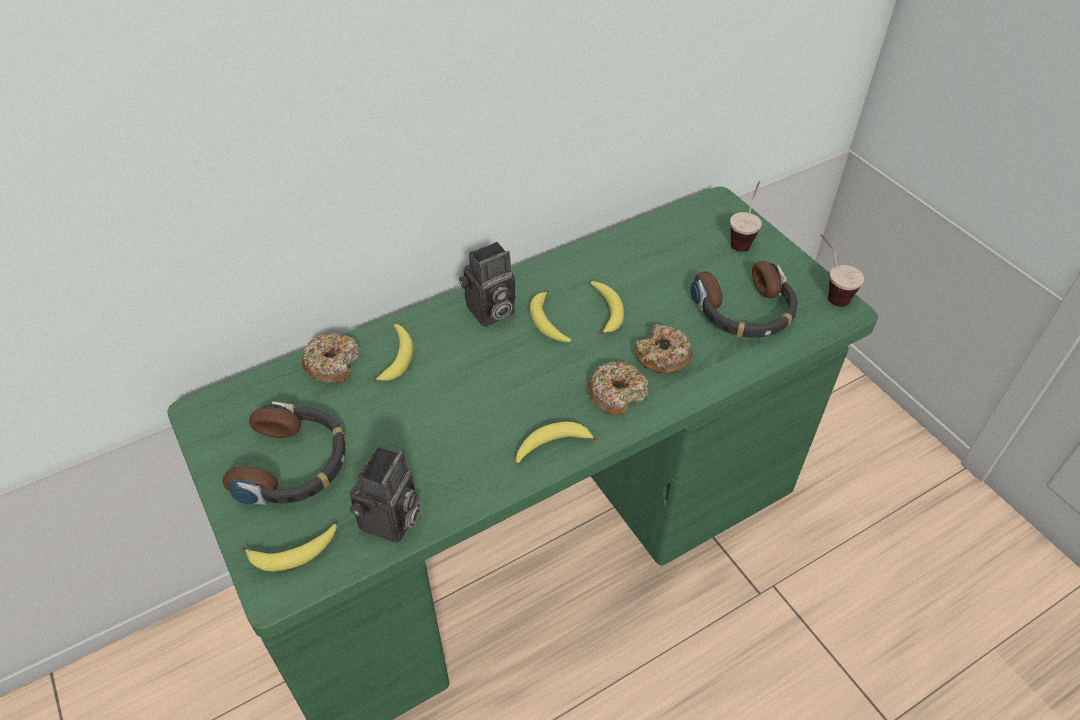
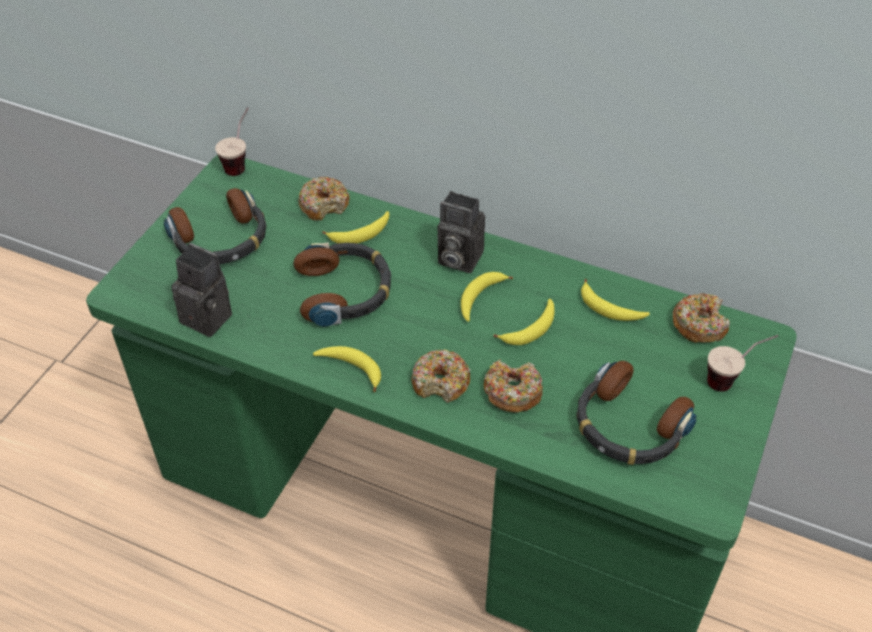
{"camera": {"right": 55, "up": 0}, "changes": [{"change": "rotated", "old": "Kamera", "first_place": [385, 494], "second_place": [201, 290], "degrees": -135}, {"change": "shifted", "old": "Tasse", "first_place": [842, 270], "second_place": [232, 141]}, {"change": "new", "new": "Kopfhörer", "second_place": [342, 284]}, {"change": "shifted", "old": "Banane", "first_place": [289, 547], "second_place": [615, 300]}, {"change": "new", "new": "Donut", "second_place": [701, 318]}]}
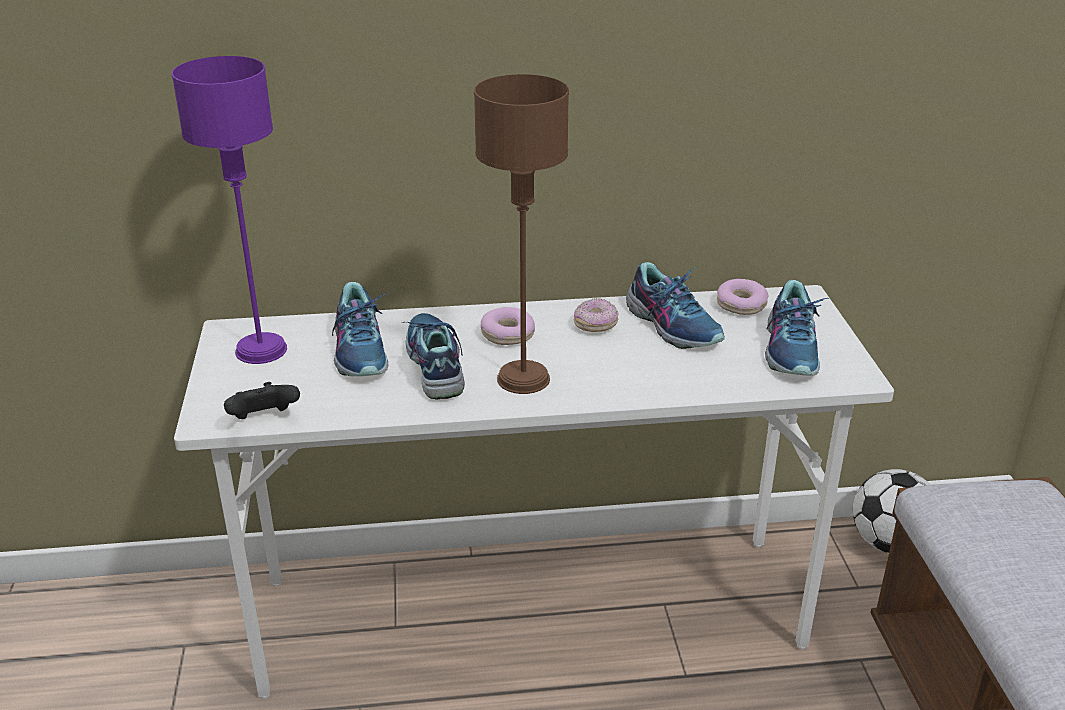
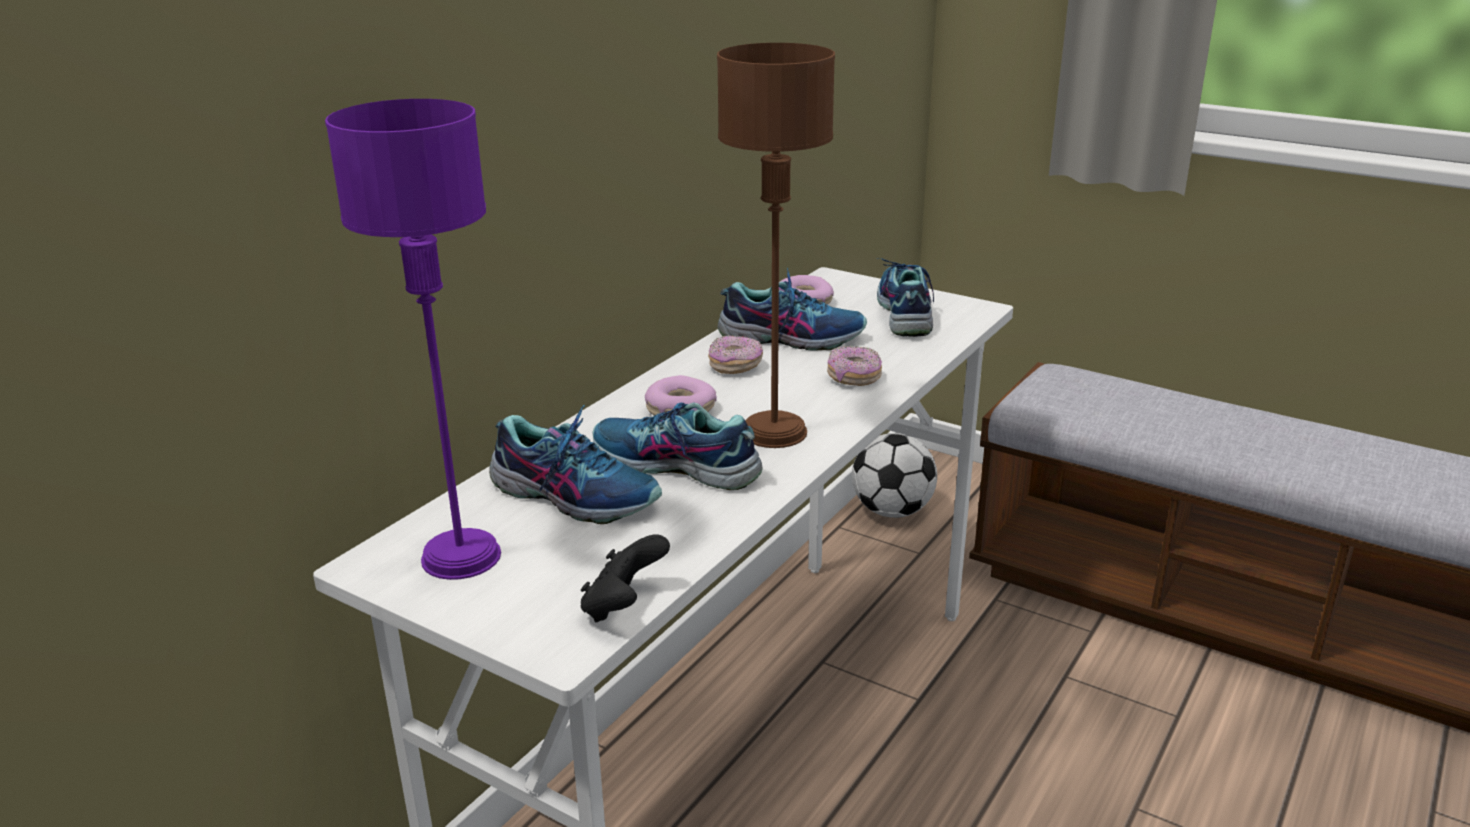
{"camera": {"right": -50, "up": -5}, "changes": [{"change": "new", "new": "Donut", "second_place": [854, 366]}, {"change": "rotated", "old": "Schuh", "first_place": [797, 328], "second_place": [905, 297], "degrees": -135}]}
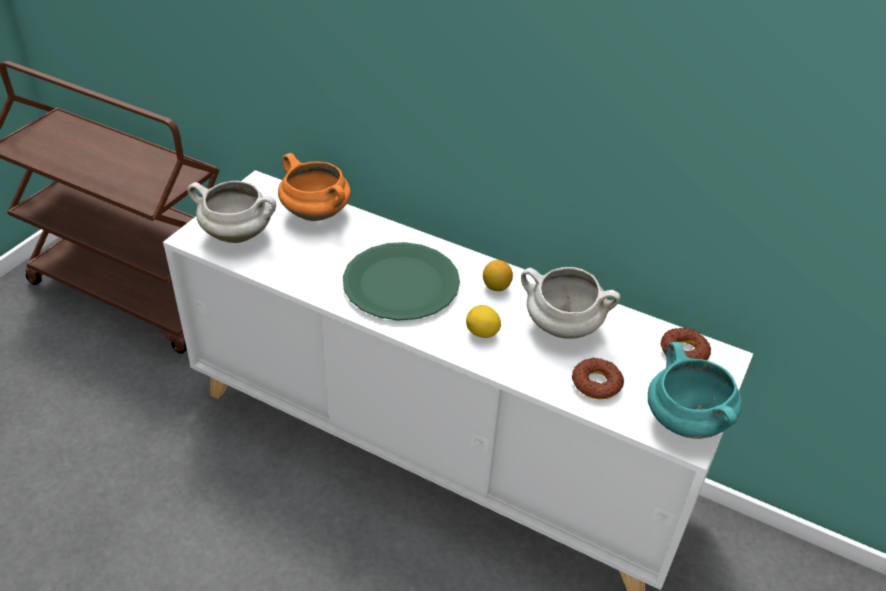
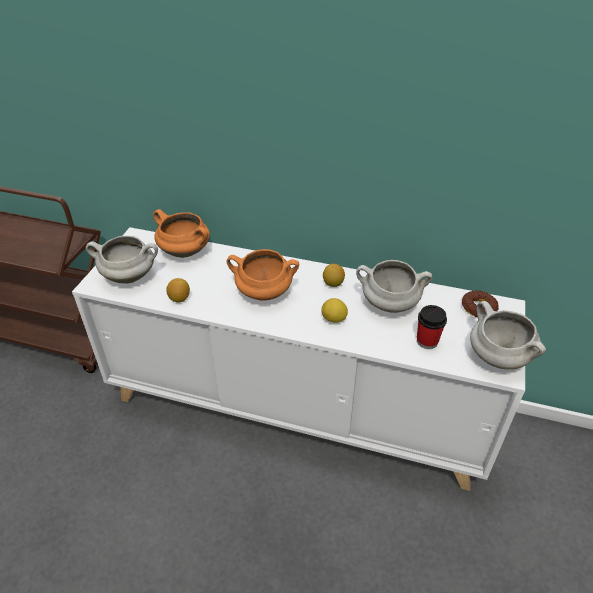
{"camera": {"right": -10, "up": 0}, "changes": [{"change": "new", "new": "Zitrone", "second_place": [178, 290]}, {"change": "swapped", "old": "Teller (grün)", "new": "Kochtopf (orange)", "first_place": [401, 281], "second_place": [263, 275]}, {"change": "swapped", "old": "Donut", "new": "Tasse", "first_place": [598, 378], "second_place": [432, 327]}, {"change": "repainted", "old": "Kochtopf (türkis)", "new": "Kochtopf (weiß)", "first_place": [695, 390], "second_place": [508, 335]}]}
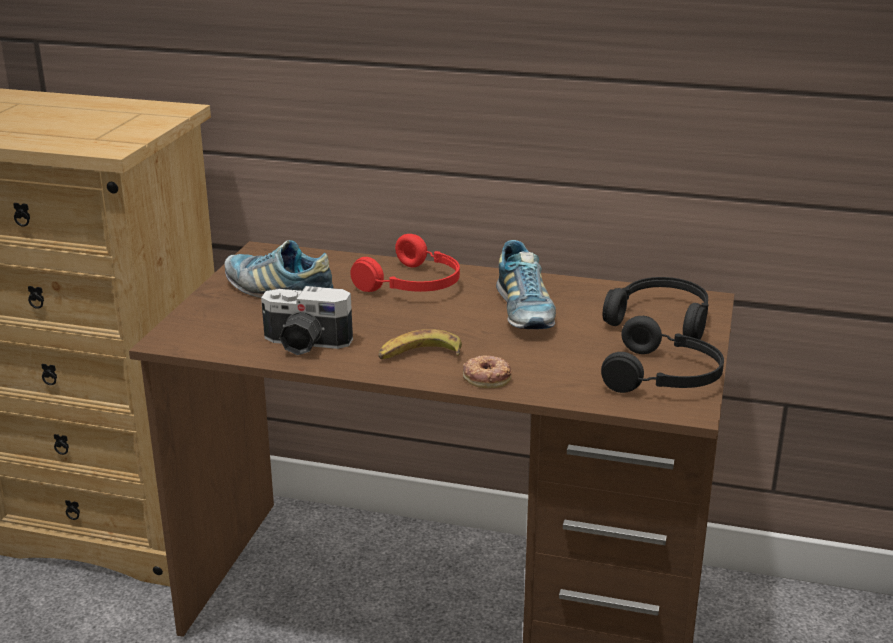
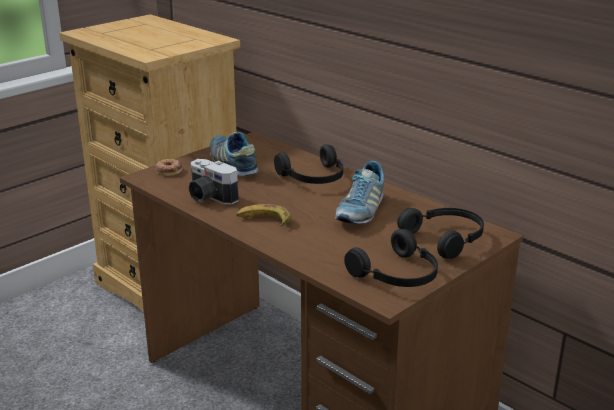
{"camera": {"right": 30, "up": 0}, "changes": [{"change": "shifted", "old": "Donut", "first_place": [487, 372], "second_place": [169, 167]}, {"change": "repainted", "old": "Kopfhörer (rot)", "new": "Kopfhörer (schwarz)", "first_place": [405, 263], "second_place": [308, 164]}]}
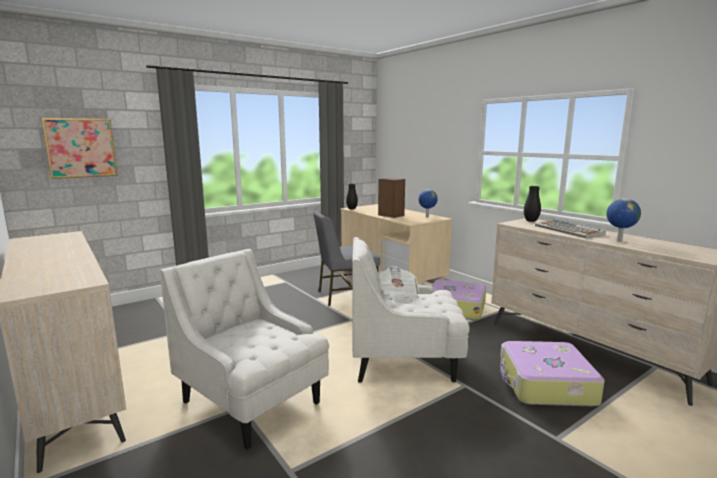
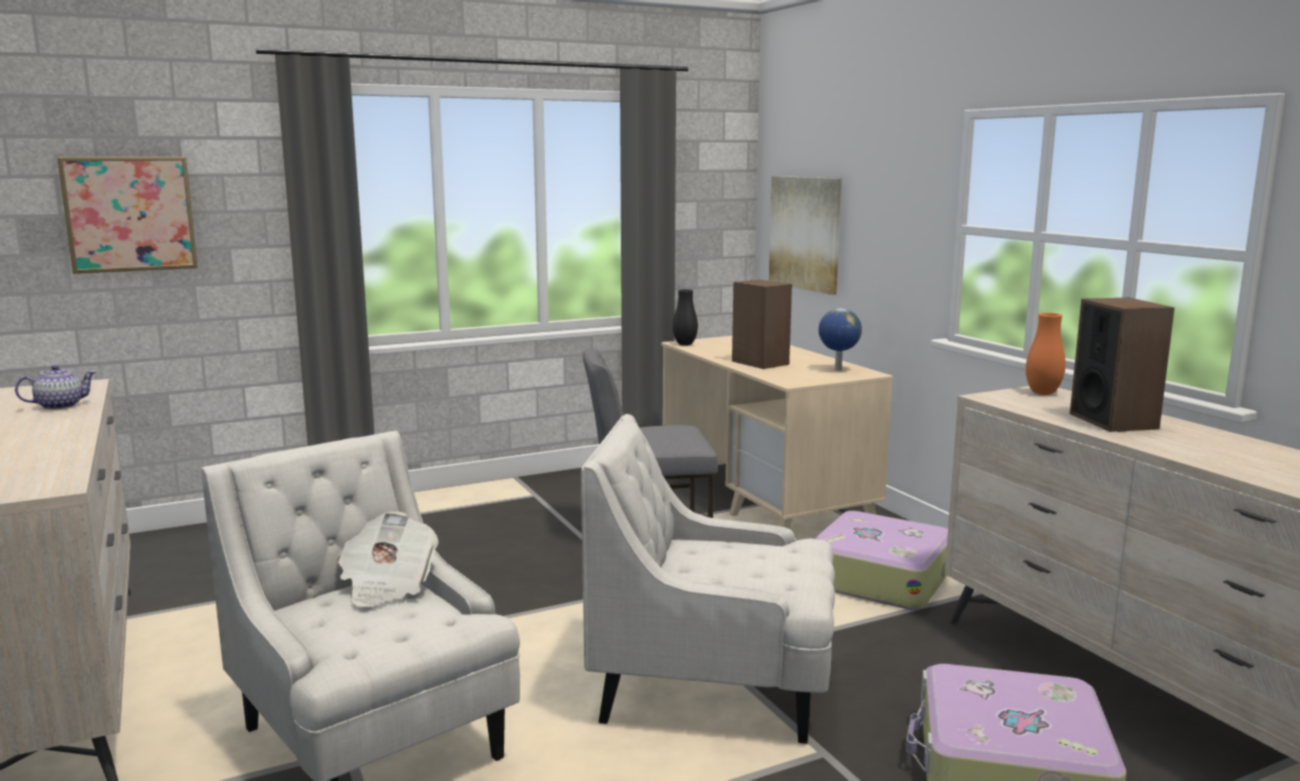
{"camera": {"right": 10, "up": 0}, "changes": [{"change": "new", "new": "Teekanne", "second_place": [55, 387]}, {"change": "shifted", "old": "Zeitung", "first_place": [399, 285], "second_place": [388, 559]}, {"change": "new", "new": "Bild", "second_place": [805, 235]}, {"change": "repainted", "old": "Vase (schwarz)", "new": "Vase (orange)", "first_place": [532, 204], "second_place": [1046, 354]}, {"change": "swapped", "old": "Tastatur", "new": "Lautsprecher", "first_place": [570, 229], "second_place": [1122, 365]}, {"change": "gone", "old": "Globus", "first_place": [623, 220]}]}
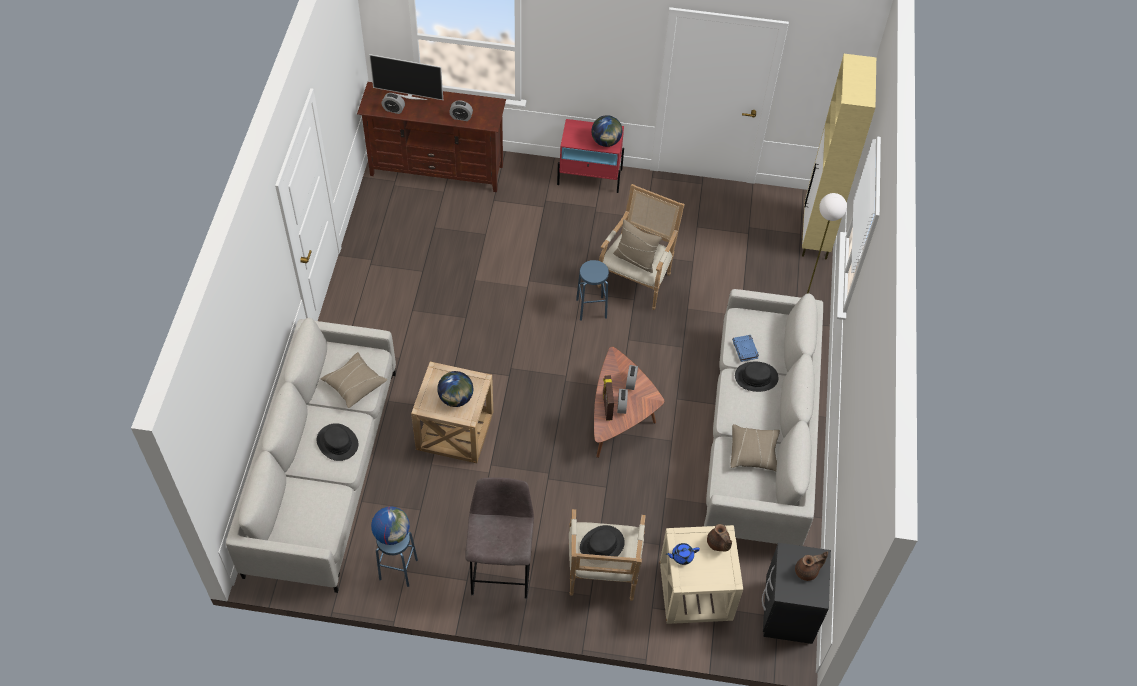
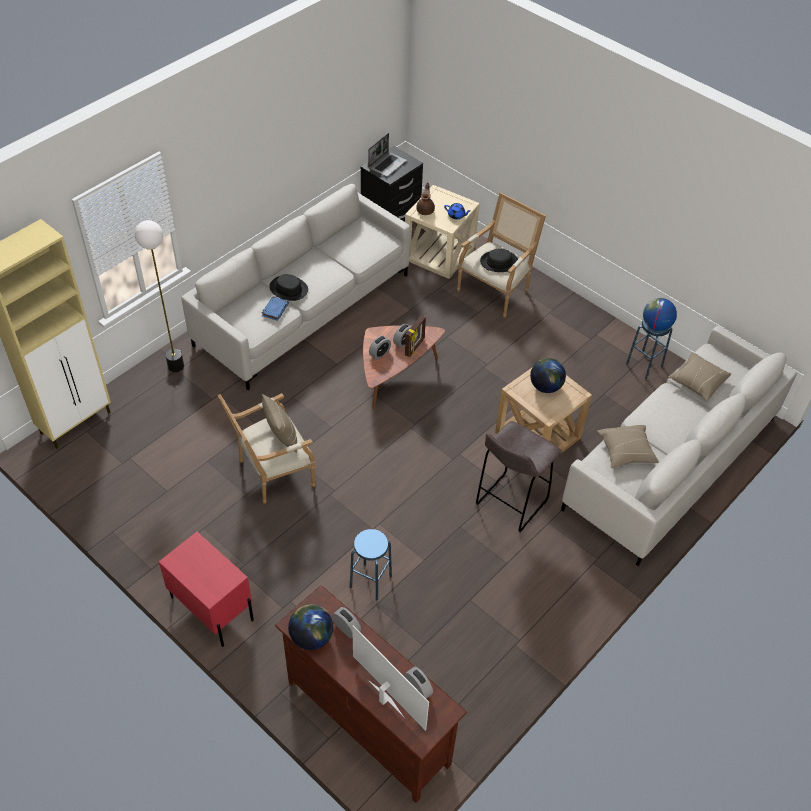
{"camera": {"right": -145, "up": -5}, "changes": [{"change": "shifted", "old": "Globus", "first_place": [606, 131], "second_place": [310, 627]}, {"change": "shifted", "old": "Hocker (blau)", "first_place": [592, 290], "second_place": [371, 565]}, {"change": "swapped", "old": "Teekanne (braun)", "new": "Laptop", "first_place": [811, 566], "second_place": [387, 155]}, {"change": "shifted", "old": "Hocker (grau)", "first_place": [499, 538], "second_place": [518, 477]}, {"change": "shifted", "old": "Kissen (beige)", "first_place": [755, 447], "second_place": [700, 376]}, {"change": "gone", "old": "Hut (schwarz)", "first_place": [337, 442]}]}
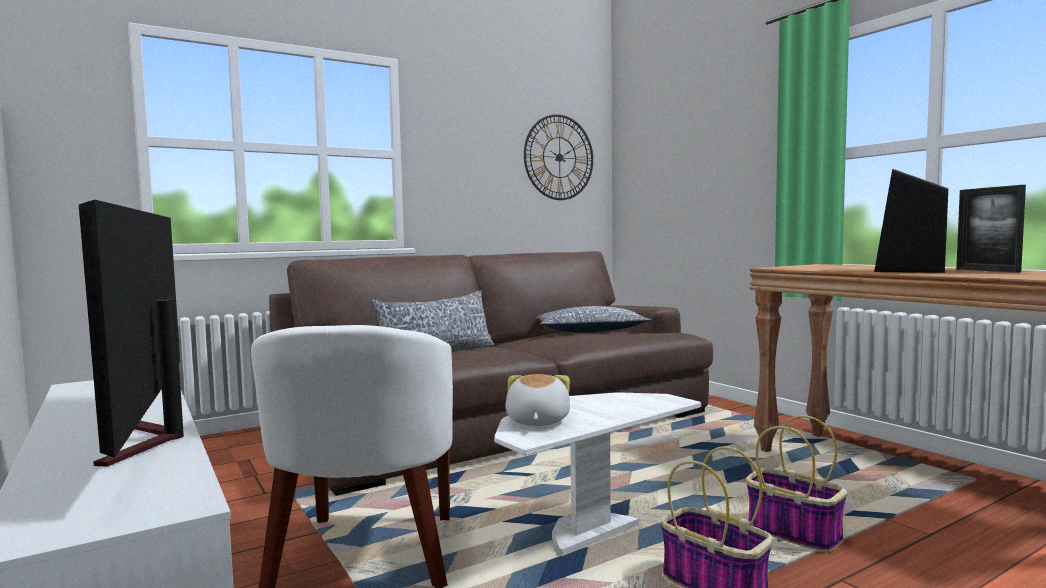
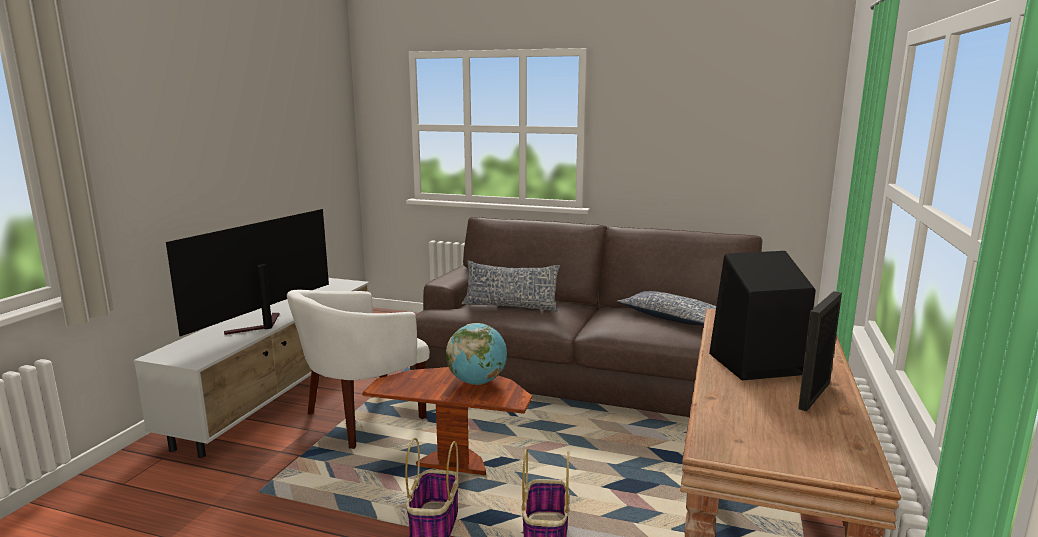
{"camera": {"right": 50, "up": 10}, "changes": [{"change": "repainted", "old": "Beistelltisch (weiß)", "new": "Beistelltisch (braun)", "first_place": [597, 474], "second_place": [447, 421]}, {"change": "new", "new": "Globus", "second_place": [476, 354]}, {"change": "gone", "old": "Plüschtier", "first_place": [537, 400]}, {"change": "gone", "old": "Wanduhr", "first_place": [558, 157]}]}
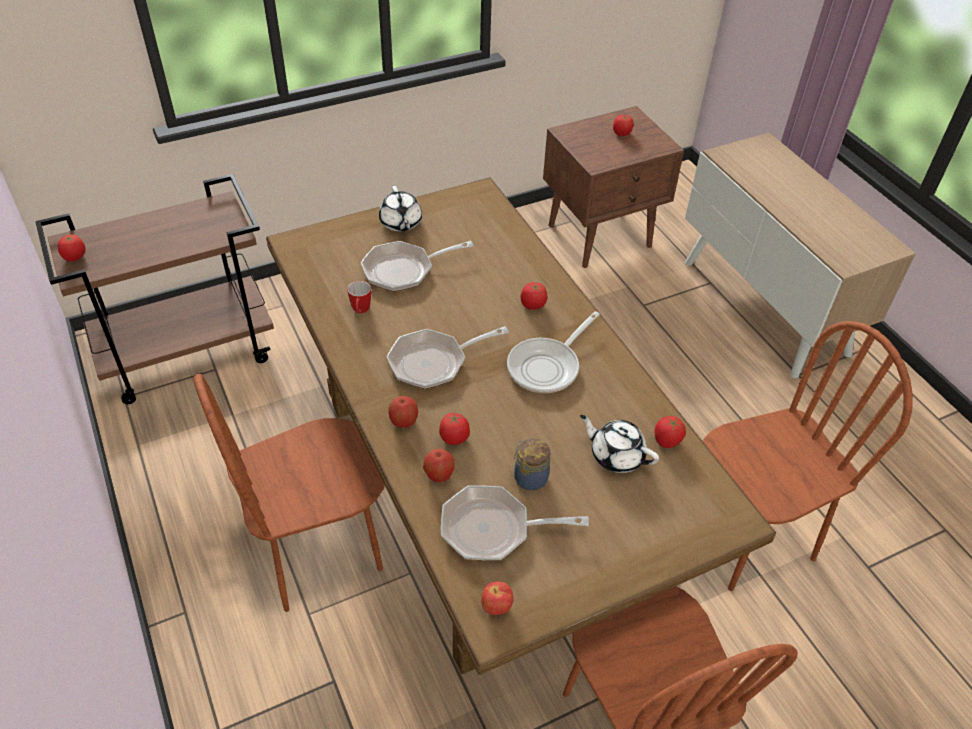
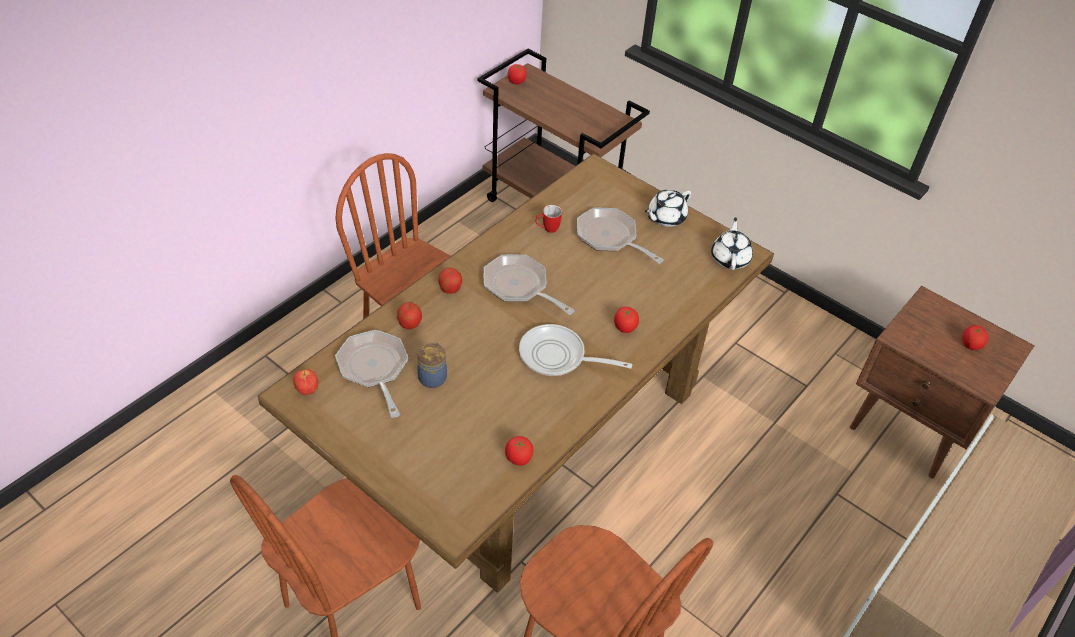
{"camera": {"right": 65, "up": 0}, "changes": [{"change": "shifted", "old": "Teekanne (weiß)", "first_place": [619, 444], "second_place": [732, 243]}, {"change": "gone", "old": "Tomate", "first_place": [454, 428]}]}
